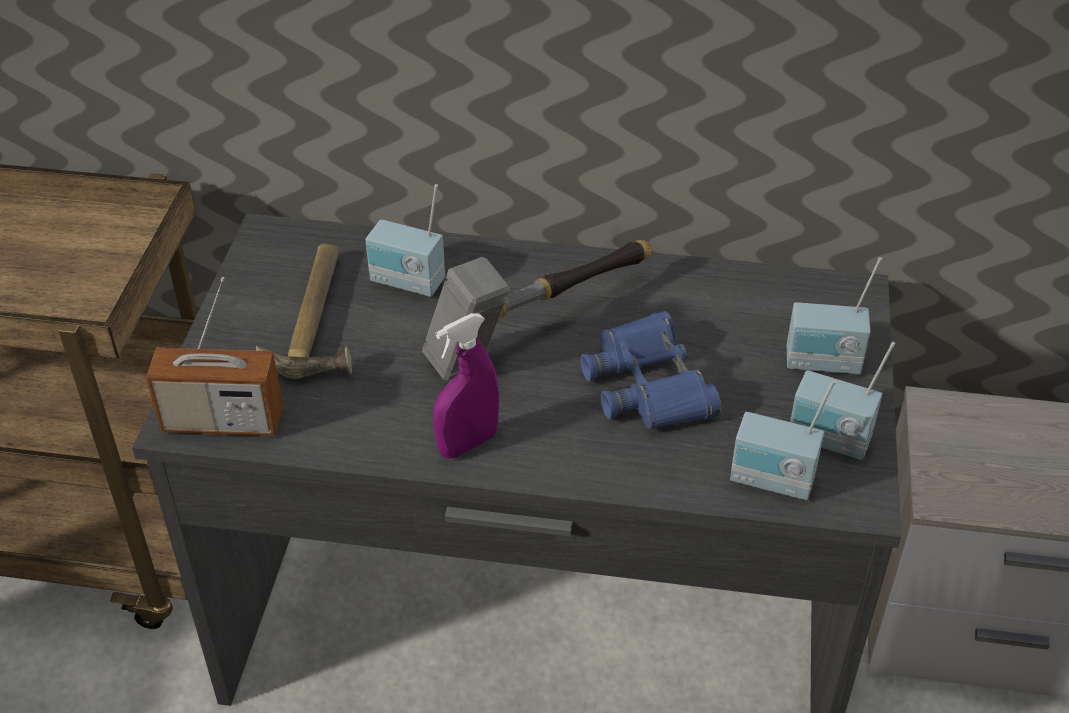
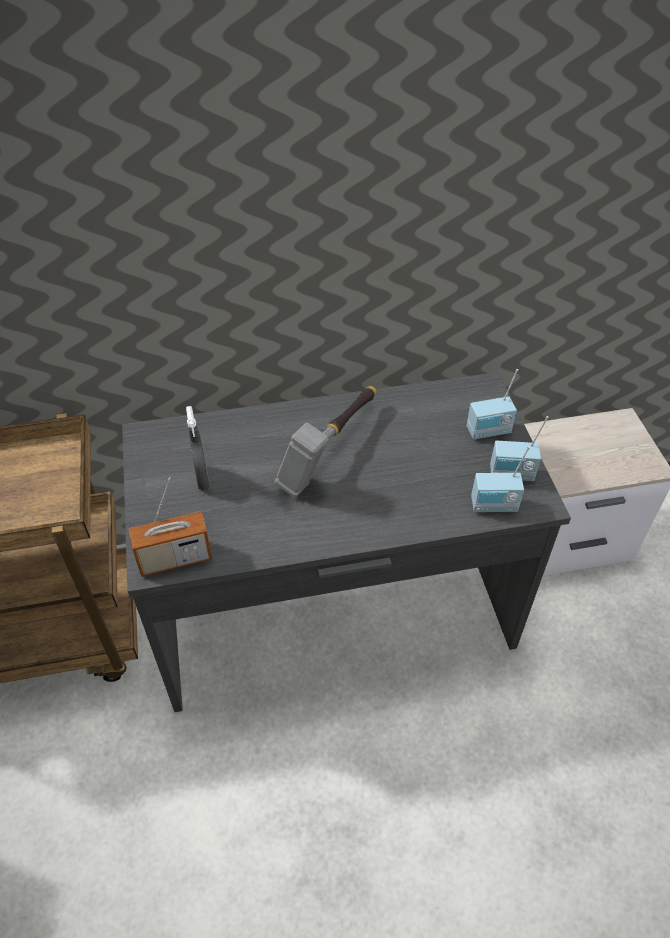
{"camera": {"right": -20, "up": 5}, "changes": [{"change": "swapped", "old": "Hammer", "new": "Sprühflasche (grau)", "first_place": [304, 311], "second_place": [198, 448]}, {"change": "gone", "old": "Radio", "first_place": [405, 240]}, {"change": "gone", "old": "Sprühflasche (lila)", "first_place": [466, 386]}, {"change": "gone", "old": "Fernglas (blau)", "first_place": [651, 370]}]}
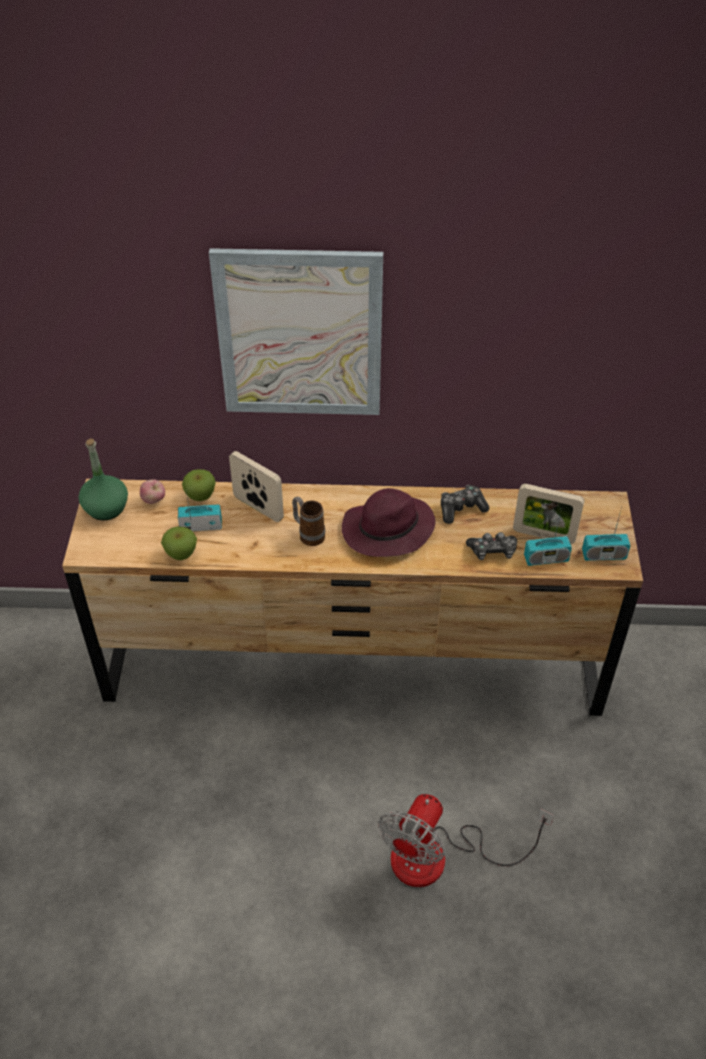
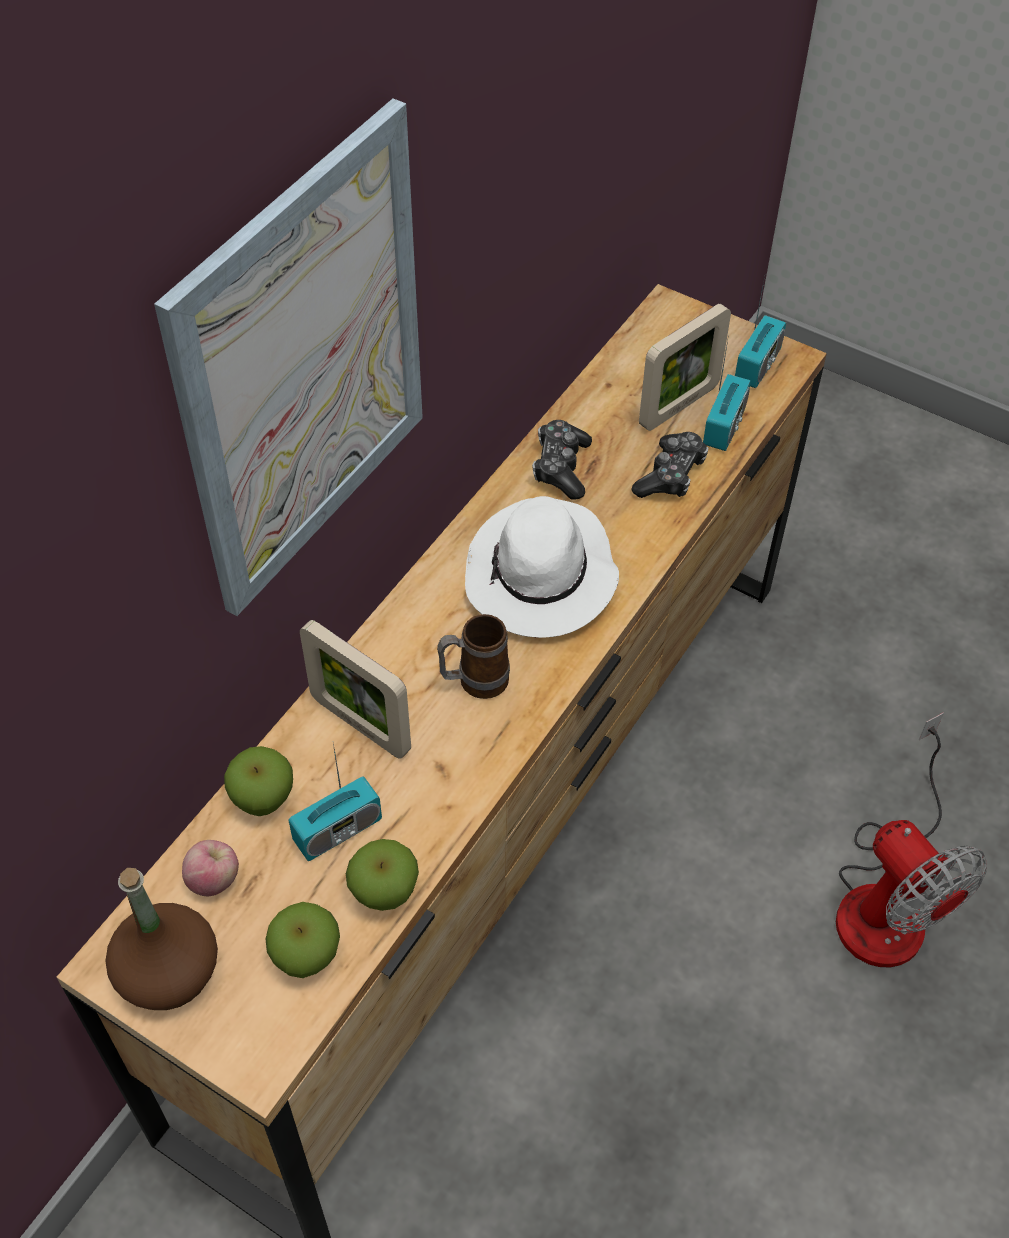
{"camera": {"right": -60, "up": 5}, "changes": [{"change": "repainted", "old": "Flasche (grün)", "new": "Flasche (braun)", "first_place": [103, 479], "second_place": [162, 939]}, {"change": "new", "new": "Apfel", "second_place": [303, 940]}, {"change": "rotated", "old": "Radio", "first_place": [200, 511], "second_place": [335, 802], "degrees": -150}, {"change": "rotated", "old": "Bilderrahmen", "first_place": [256, 486], "second_place": [355, 689], "degrees": -120}, {"change": "repainted", "old": "Hut (lila)", "new": "Hut (weiß)", "first_place": [389, 522], "second_place": [542, 567]}]}
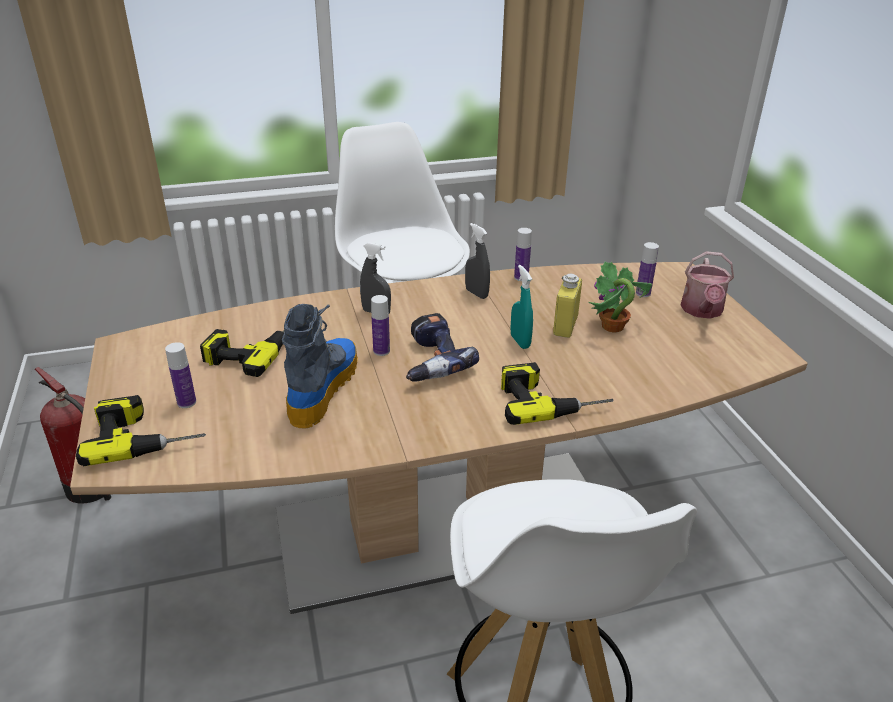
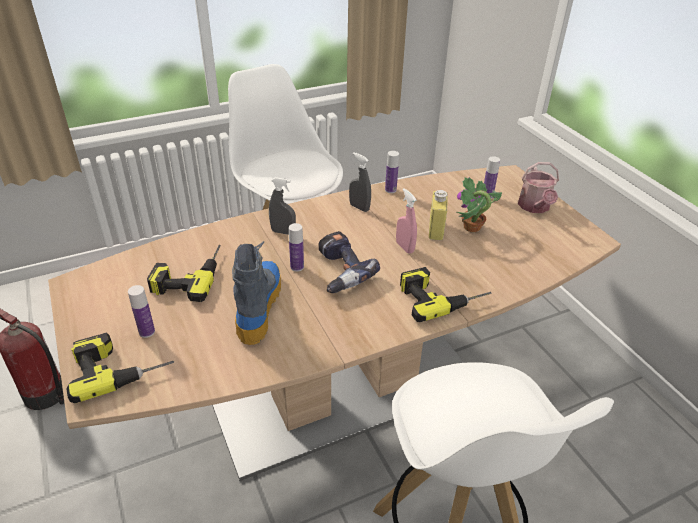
{"camera": {"right": -10, "up": 5}, "changes": [{"change": "repainted", "old": "Sprühflasche (türkis)", "new": "Sprühflasche (rosa)", "first_place": [522, 307], "second_place": [406, 221]}]}
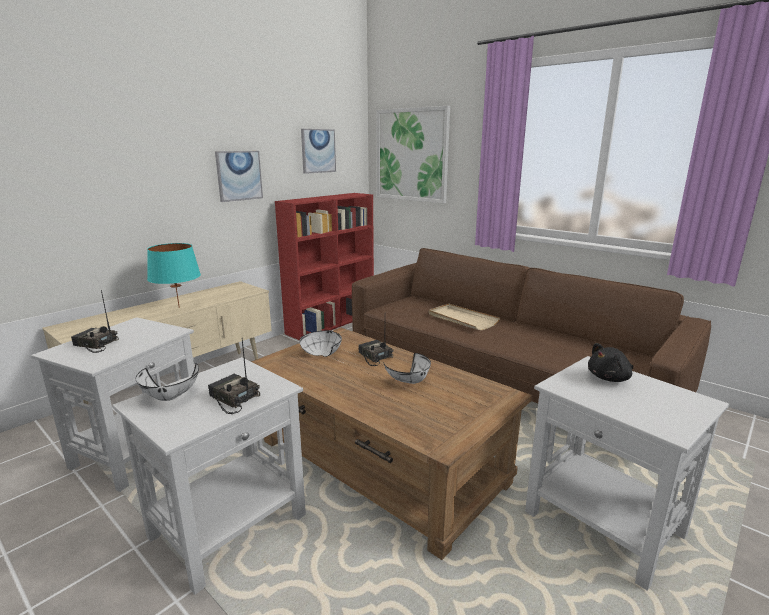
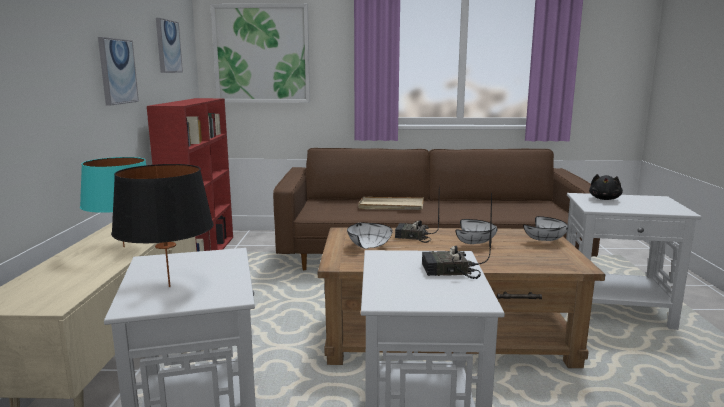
{"camera": {"right": -40, "up": -5}, "changes": [{"change": "swapped", "old": "Radio", "new": "Tischlampe (schwarz)", "first_place": [95, 321], "second_place": [162, 225]}, {"change": "shifted", "old": "Schüssel (weiß)", "first_place": [167, 382], "second_place": [545, 228]}]}
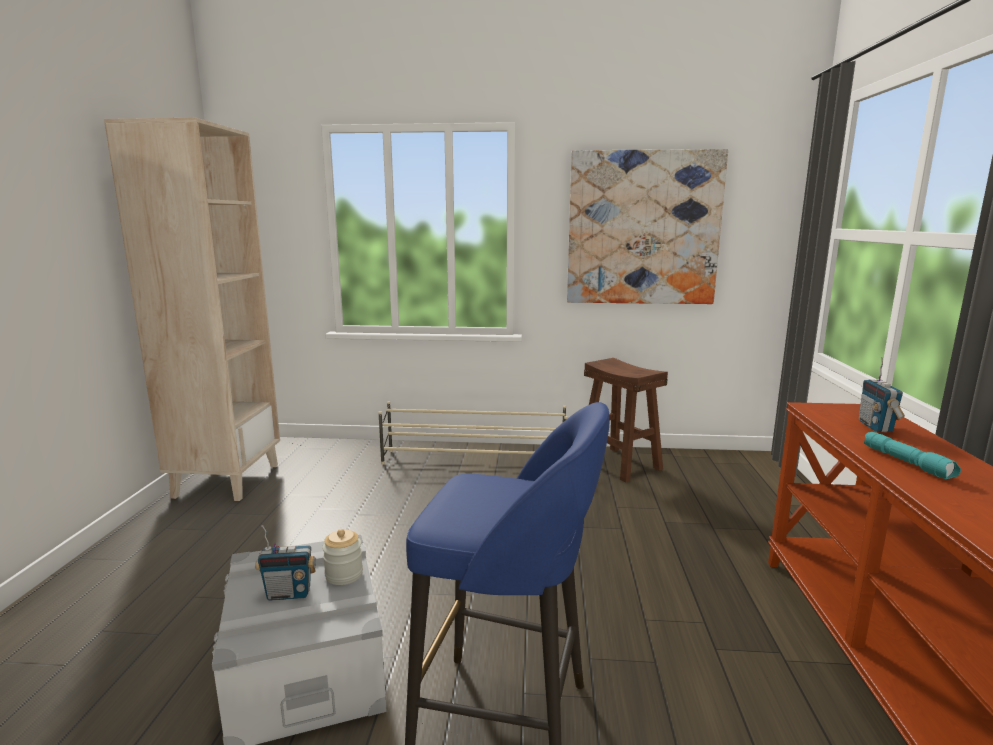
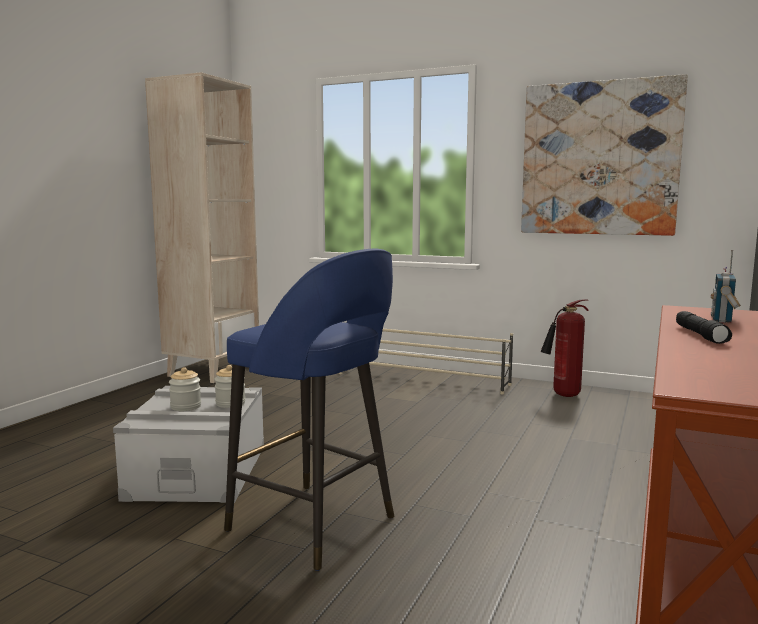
{"camera": {"right": 20, "up": -5}, "changes": [{"change": "swapped", "old": "Radio", "new": "Vorratsglas", "first_place": [285, 563], "second_place": [185, 389]}, {"change": "swapped", "old": "Hocker (braun)", "new": "Feuerlöscher", "first_place": [626, 420], "second_place": [564, 348]}, {"change": "repainted", "old": "Taschenlampe (türkis)", "new": "Taschenlampe (schwarz)", "first_place": [912, 455], "second_place": [704, 327]}]}
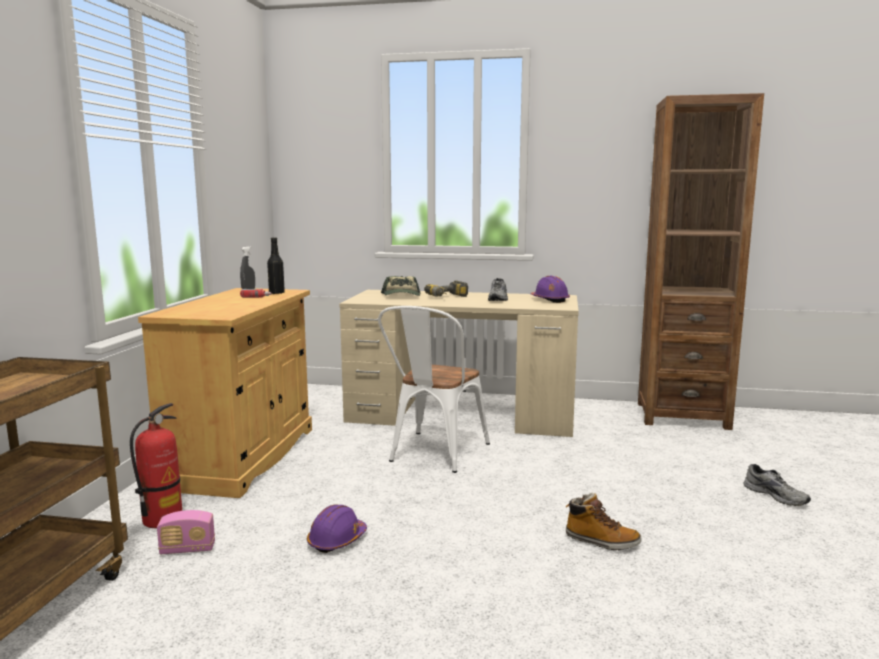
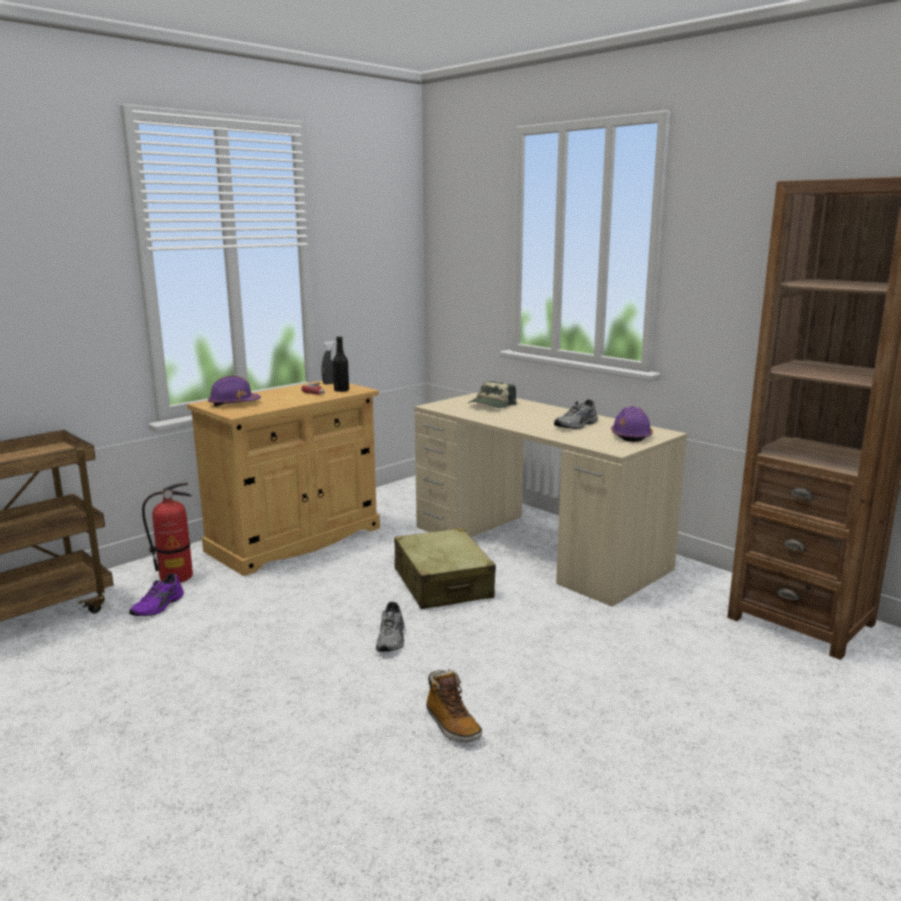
{"camera": {"right": 35, "up": 5}, "changes": [{"change": "swapped", "old": "Radio", "new": "Schuh (lila)", "first_place": [186, 532], "second_place": [156, 595]}, {"change": "shifted", "old": "Schutzhelm (lila)", "first_place": [337, 528], "second_place": [234, 391]}, {"change": "shifted", "old": "Schuh (grau)", "first_place": [777, 485], "second_place": [390, 627]}, {"change": "swapped", "old": "Stuhl (weiß)", "new": "Koffer (beige)", "first_place": [434, 389], "second_place": [445, 568]}, {"change": "gone", "old": "Bohrmaschine", "first_place": [446, 289]}]}
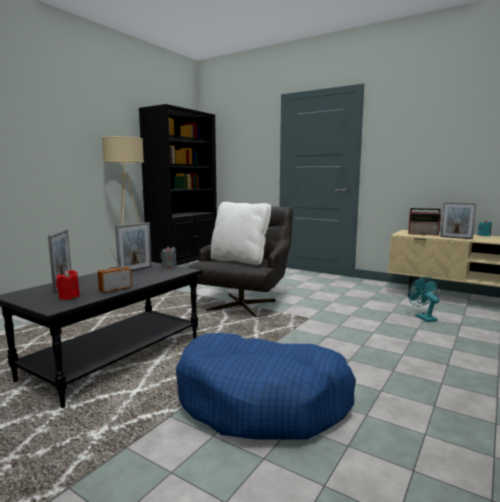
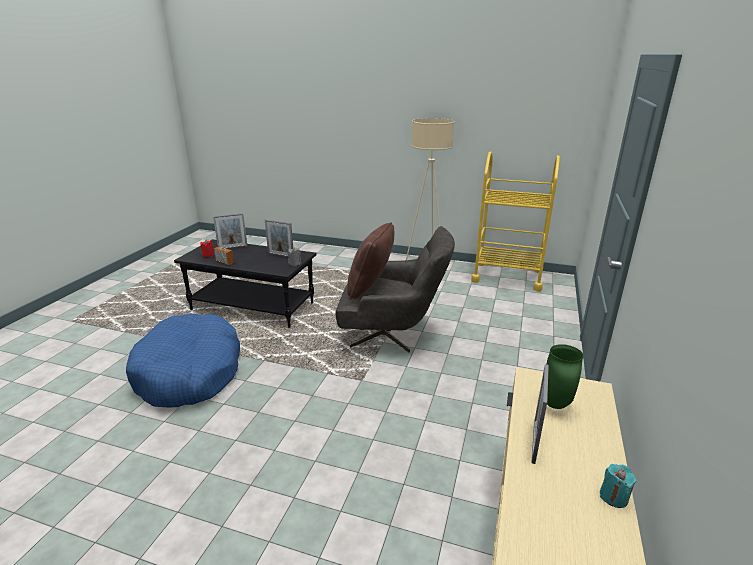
{"camera": {"right": 75, "up": 15}, "changes": [{"change": "repainted", "old": "Kissen (weiß)", "new": "Kissen (braun)", "first_place": [241, 233], "second_place": [370, 260]}, {"change": "swapped", "old": "Bücherregal (schwarz)", "new": "Rollwagen (gelb)", "first_place": [178, 184], "second_place": [515, 221]}, {"change": "swapped", "old": "Radio", "new": "Vase (grün)", "first_place": [425, 222], "second_place": [564, 376]}, {"change": "gone", "old": "Ventilator (türkis)", "first_place": [423, 299]}]}
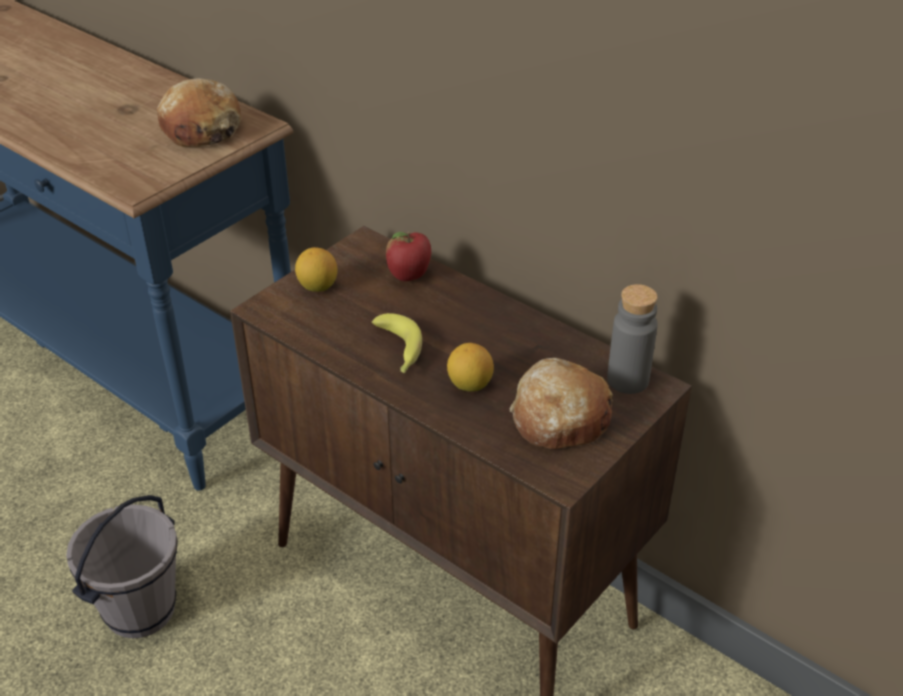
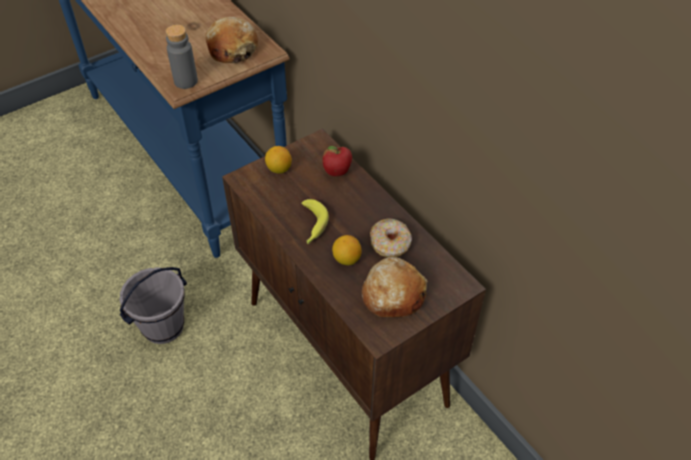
{"camera": {"right": 15, "up": 10}, "changes": [{"change": "shifted", "old": "Flasche (grau)", "first_place": [632, 339], "second_place": [181, 57]}, {"change": "new", "new": "Donut", "second_place": [391, 237]}]}
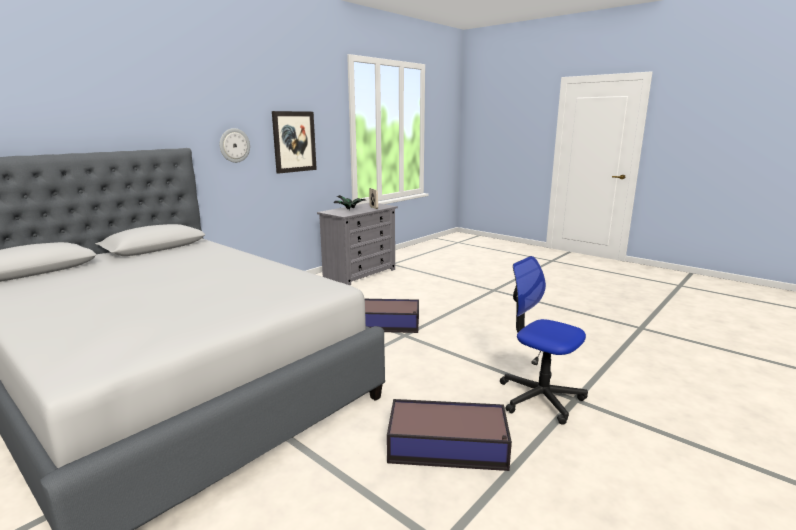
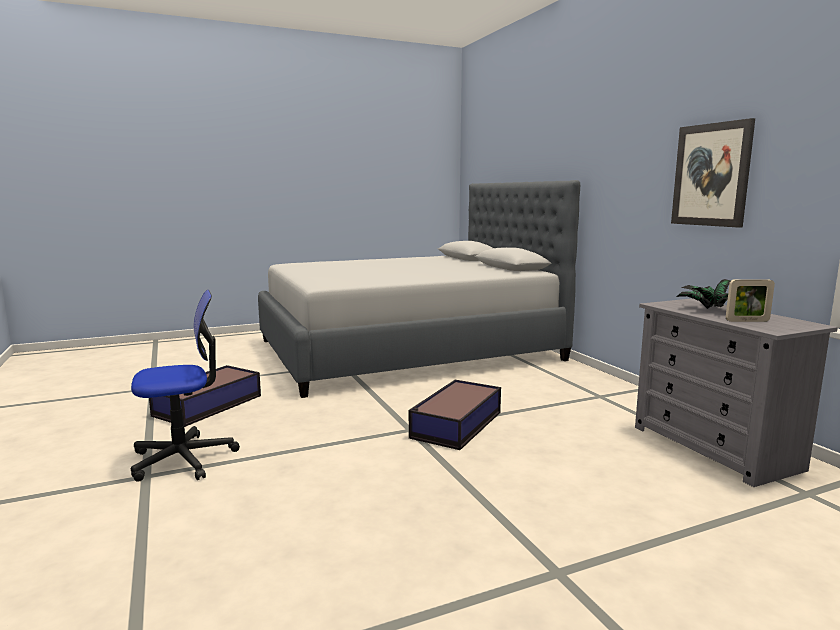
{"camera": {"right": 115, "up": -5}, "changes": [{"change": "gone", "old": "Wanduhr", "first_place": [235, 145]}]}
